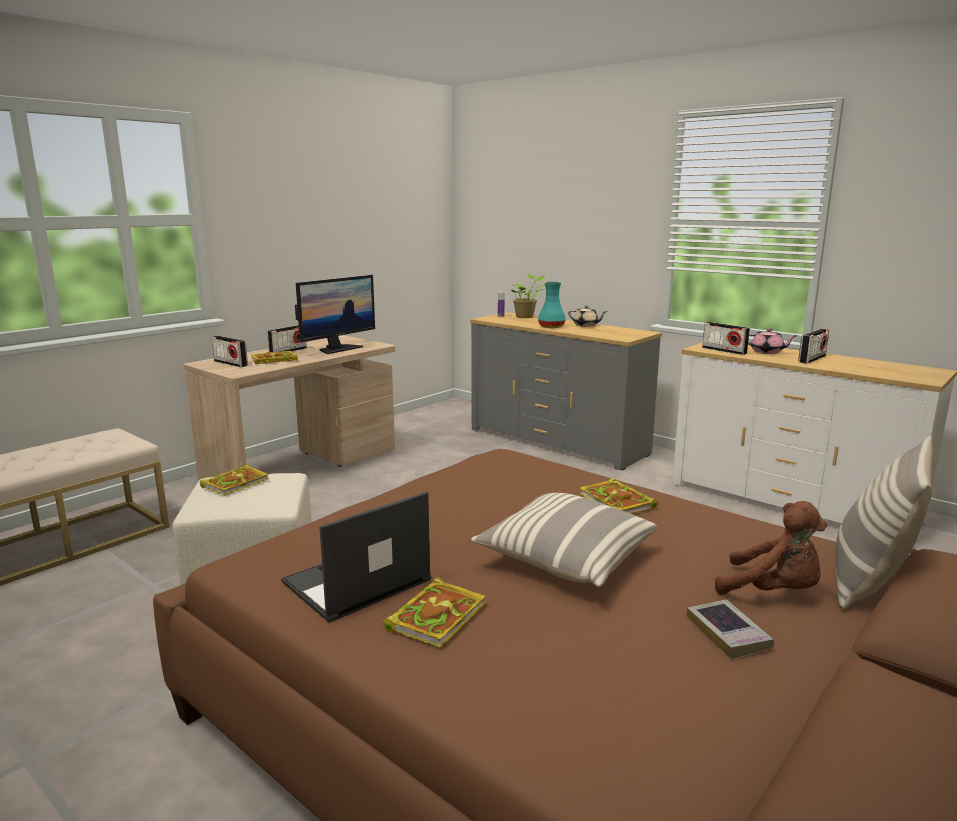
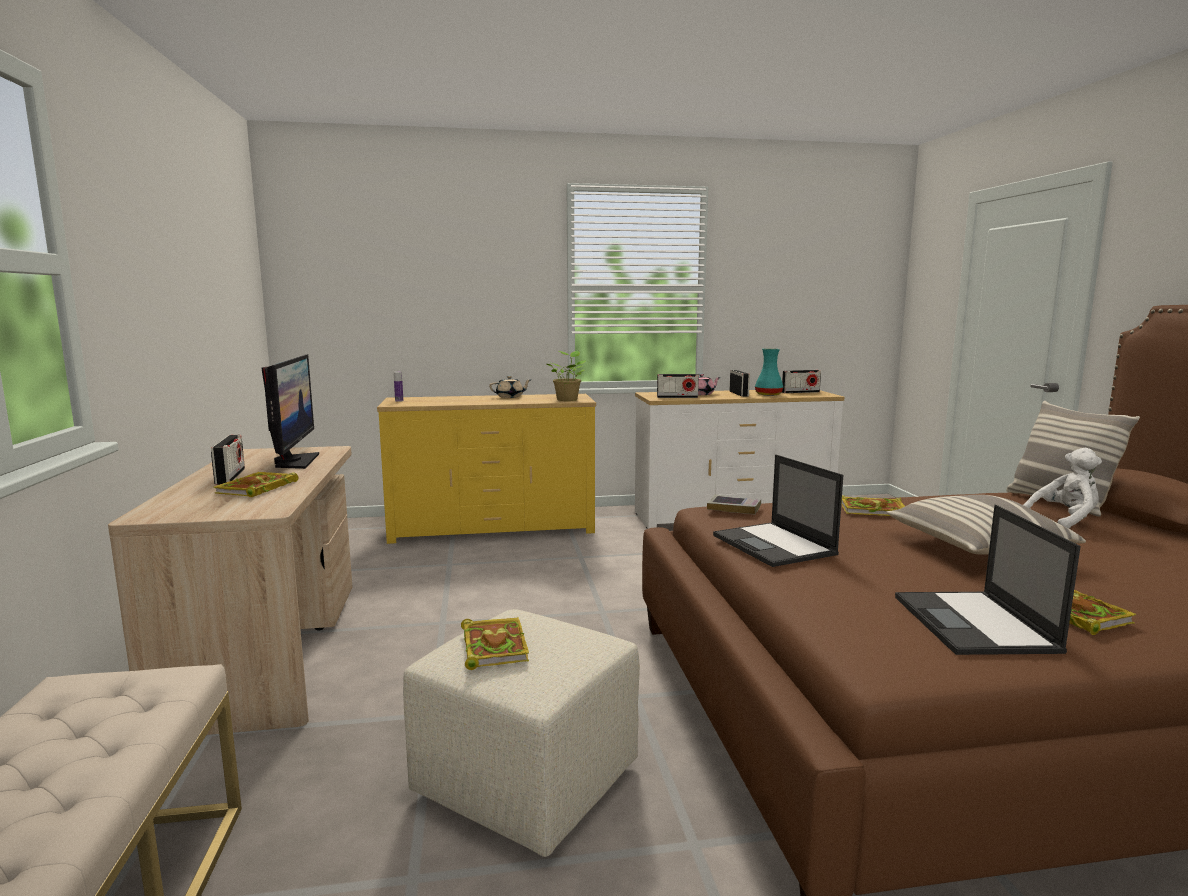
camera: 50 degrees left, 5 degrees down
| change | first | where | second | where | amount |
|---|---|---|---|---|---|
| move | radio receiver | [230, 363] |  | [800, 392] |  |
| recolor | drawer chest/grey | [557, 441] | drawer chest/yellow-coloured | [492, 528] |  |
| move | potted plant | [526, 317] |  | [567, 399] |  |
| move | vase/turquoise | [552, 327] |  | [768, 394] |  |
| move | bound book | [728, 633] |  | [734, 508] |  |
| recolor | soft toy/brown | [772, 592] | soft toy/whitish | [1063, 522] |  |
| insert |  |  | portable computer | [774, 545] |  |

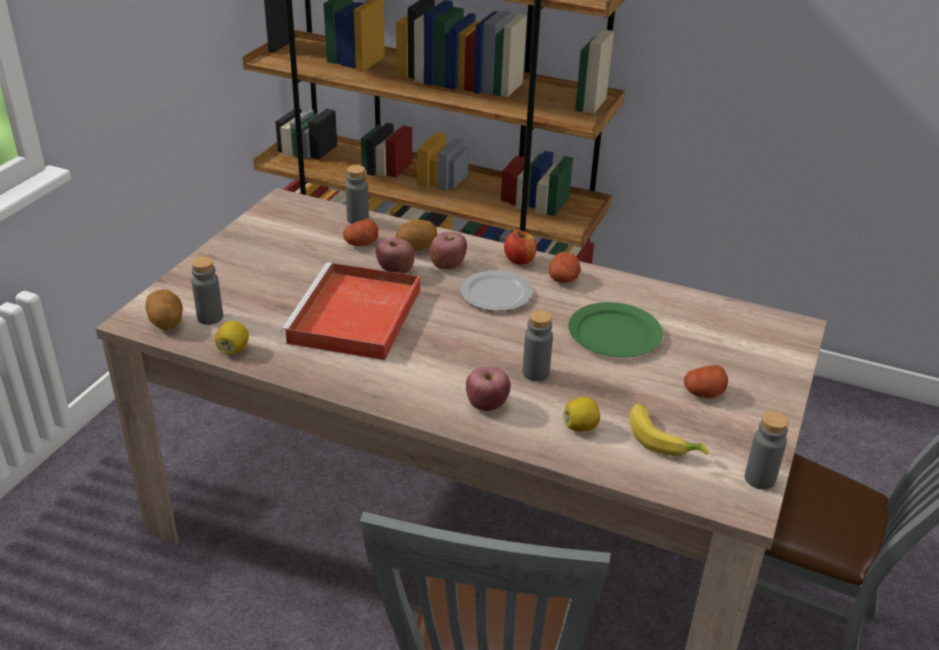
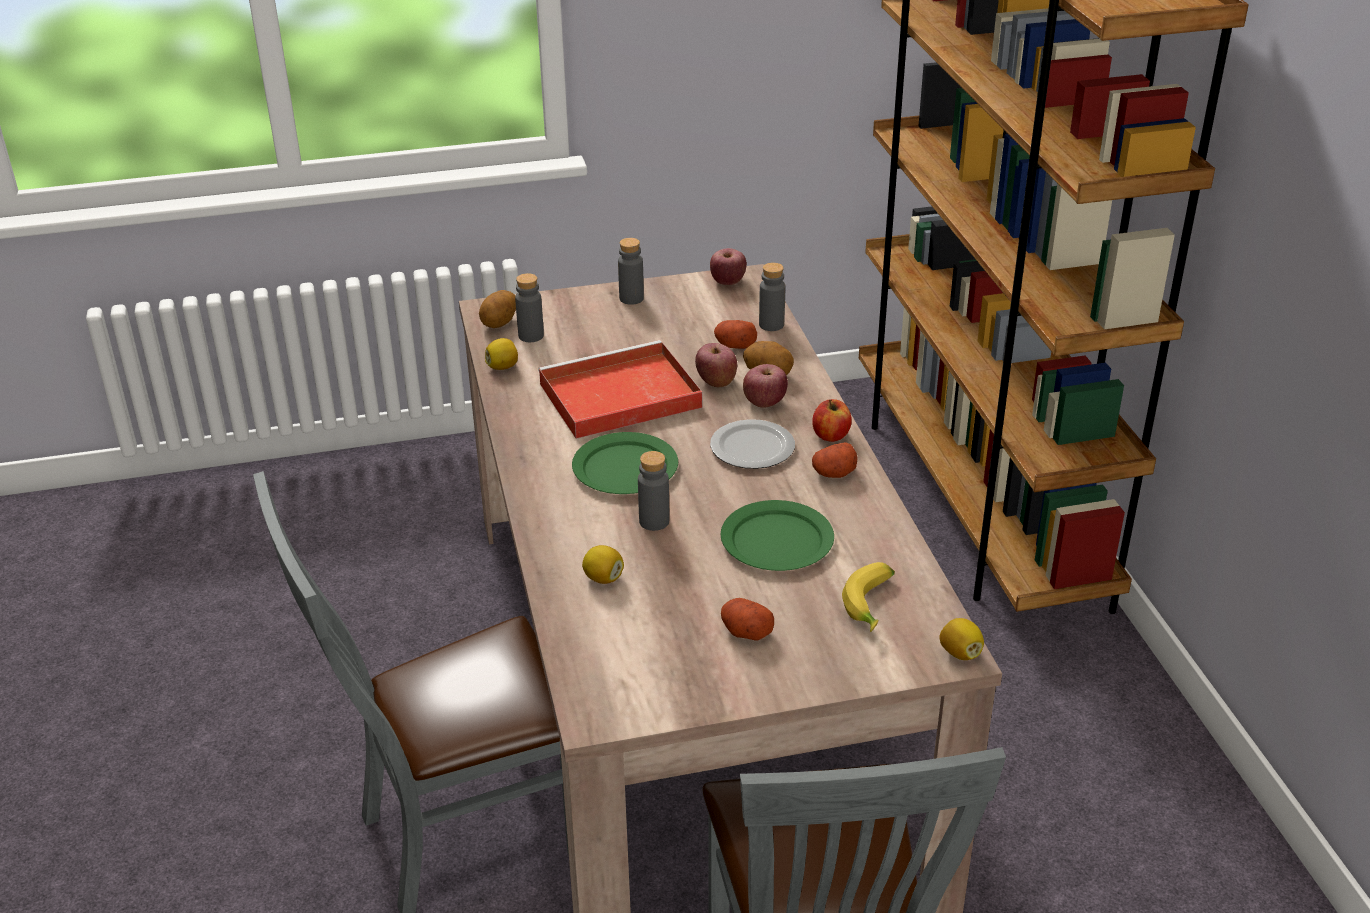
camera: 55 degrees right, 0 degrees up
| change | first | where | second | where | amount |
|---|---|---|---|---|---|
| move | whole apple | [486, 404] |  | [728, 282] |  |
| move | banana | [663, 438] |  | [873, 605] |  |
| move | bottle/grey | [759, 479] |  | [631, 298] |  |
| insert |  |  | dinner plate/green | [626, 468] |  |
| insert |  |  | lemon | [960, 653] |  |

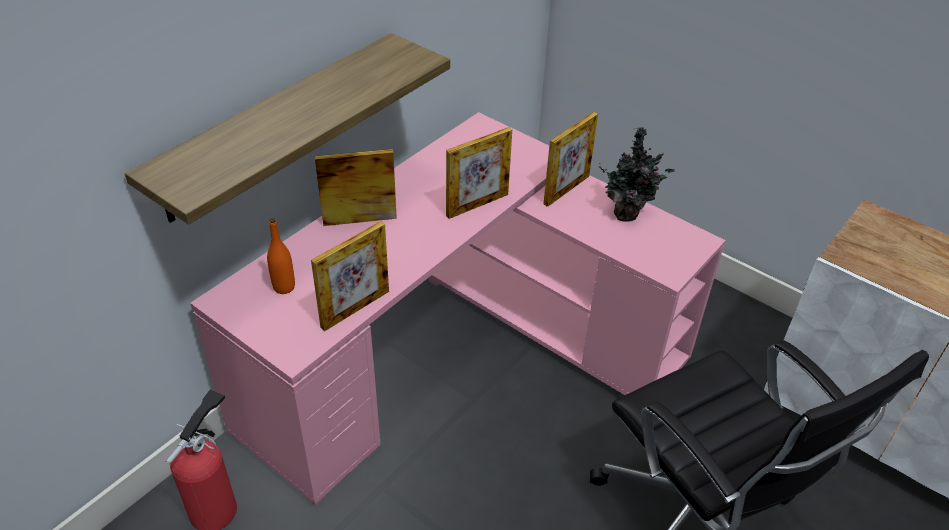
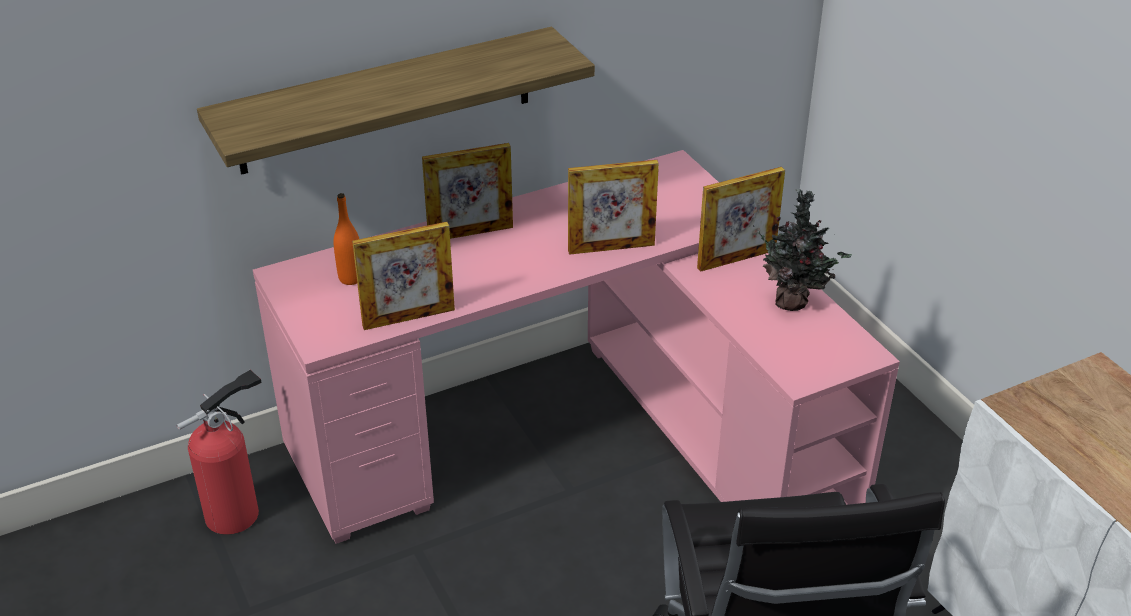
camera: 25 degrees right, 5 degrees down
| change | first | where | second | where | amount |
|---|---|---|---|---|---|
| rotate | photo frame | [359, 220] |  | [470, 233] | 150 degrees clockwise |

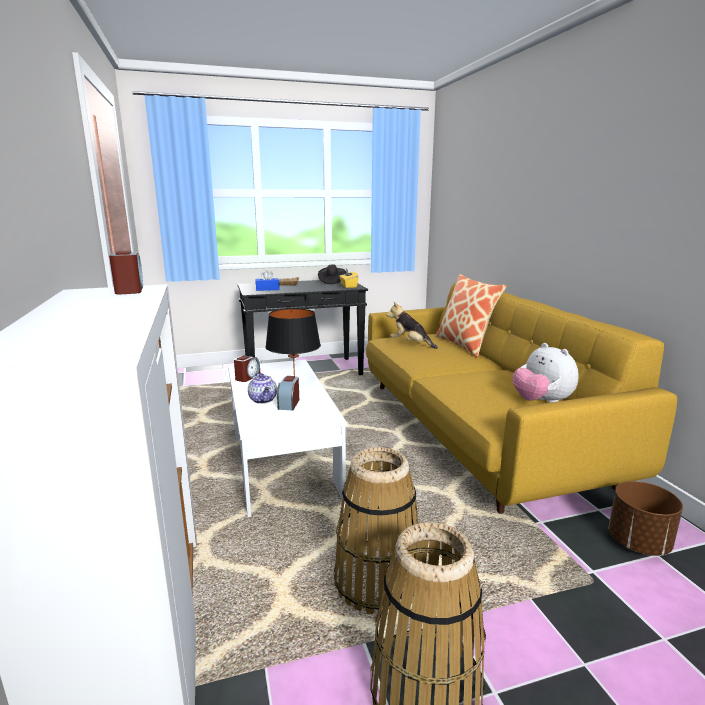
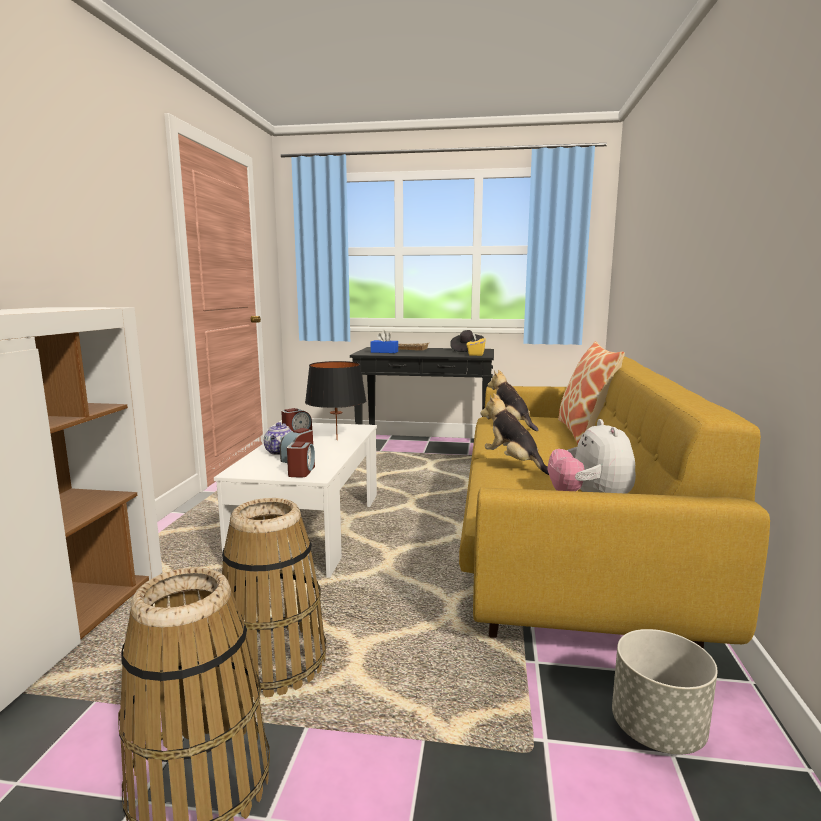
camera: 25 degrees right, 5 degrees down
| change | first | where | second | where | amount |
|---|---|---|---|---|---|
| move | alarm clock | [129, 290] |  | [301, 471] |  |
| recolor | planter/brown | [637, 543] | planter/grey | [656, 729] |  |
| insert |  |  | soft toy | [514, 463] |  |

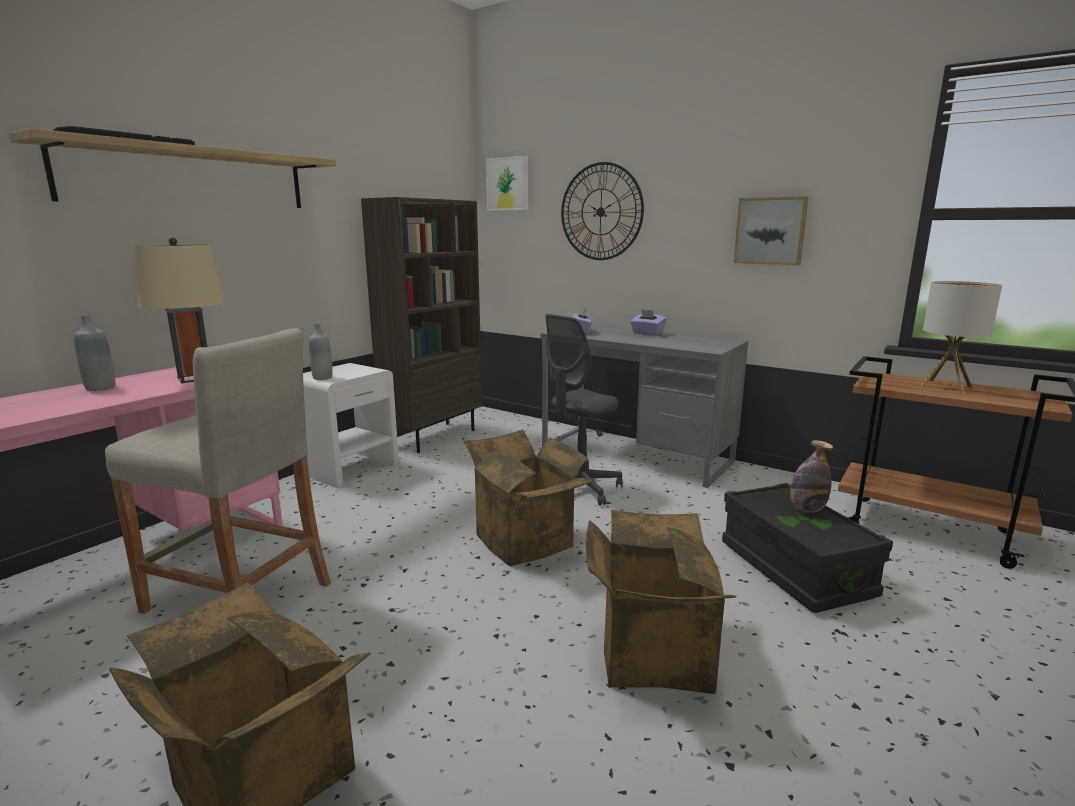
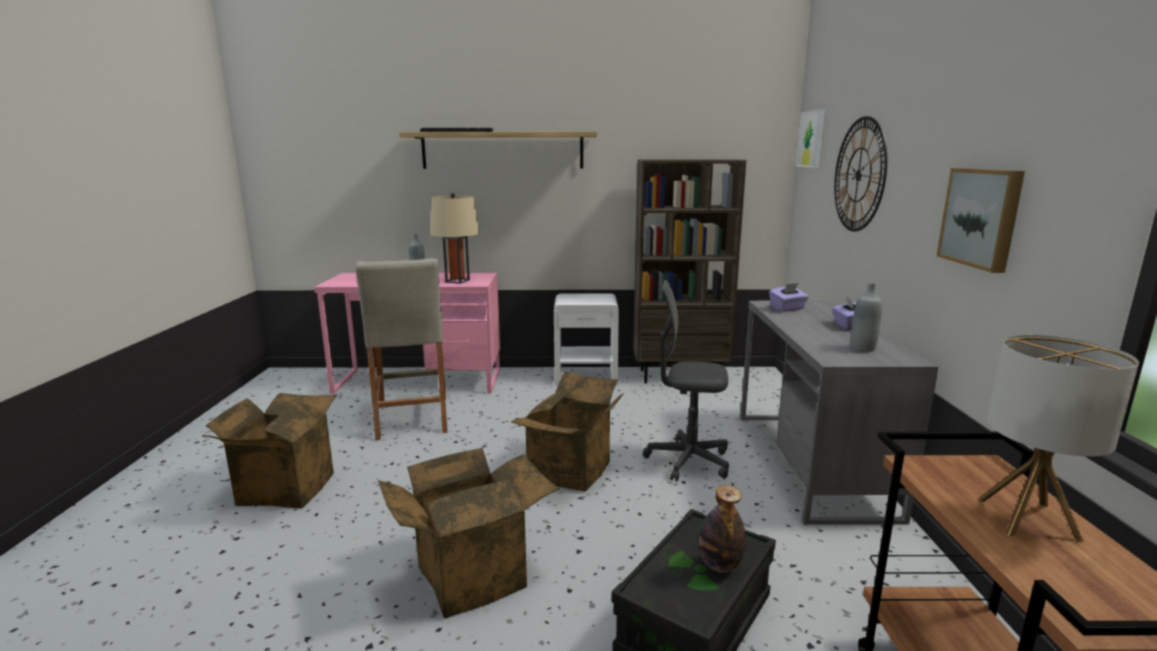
camera: 55 degrees right, 0 degrees up
| change | first | where | second | where | amount |
|---|---|---|---|---|---|
| move | bottle/grey | [322, 378] |  | [863, 348] |  |

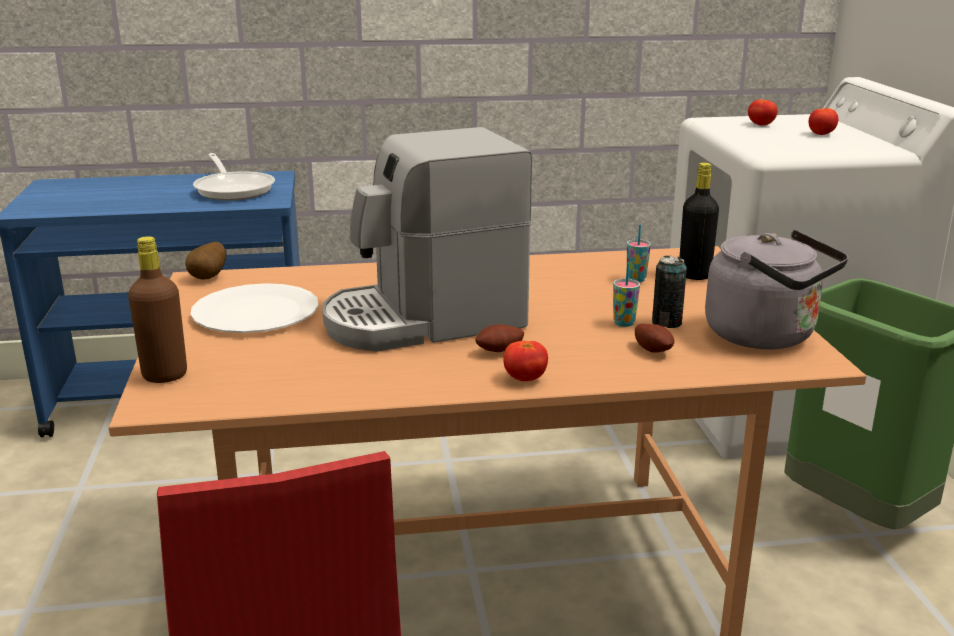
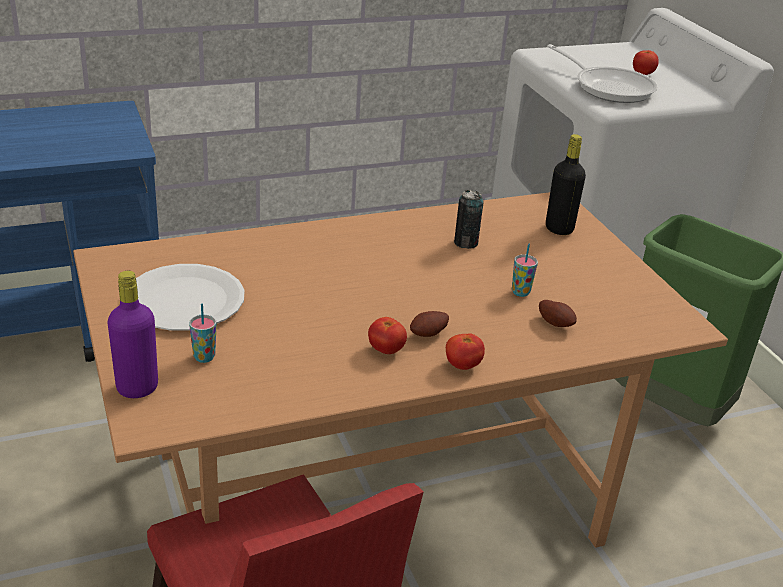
camera: 15 degrees left, 10 degrees up
| change | first | where | second | where | amount |
|---|---|---|---|---|---|
| recolor | bottle/brown | [165, 375] | bottle/purplish | [137, 388] |  |
| delete | potato | [209, 277] |  |  |  |
| move | pan | [234, 189] |  | [609, 87] |  |
| delete | coffee brewer | [424, 320] |  |  |  |
| move | small cup | [636, 279] |  | [204, 357] |  |
| move | can | [666, 323] |  | [466, 243] |  |
| delete | tea kettle/grey | [766, 336] |  |  |  |
| move | whole tomato | [761, 125] |  | [386, 350] |  |

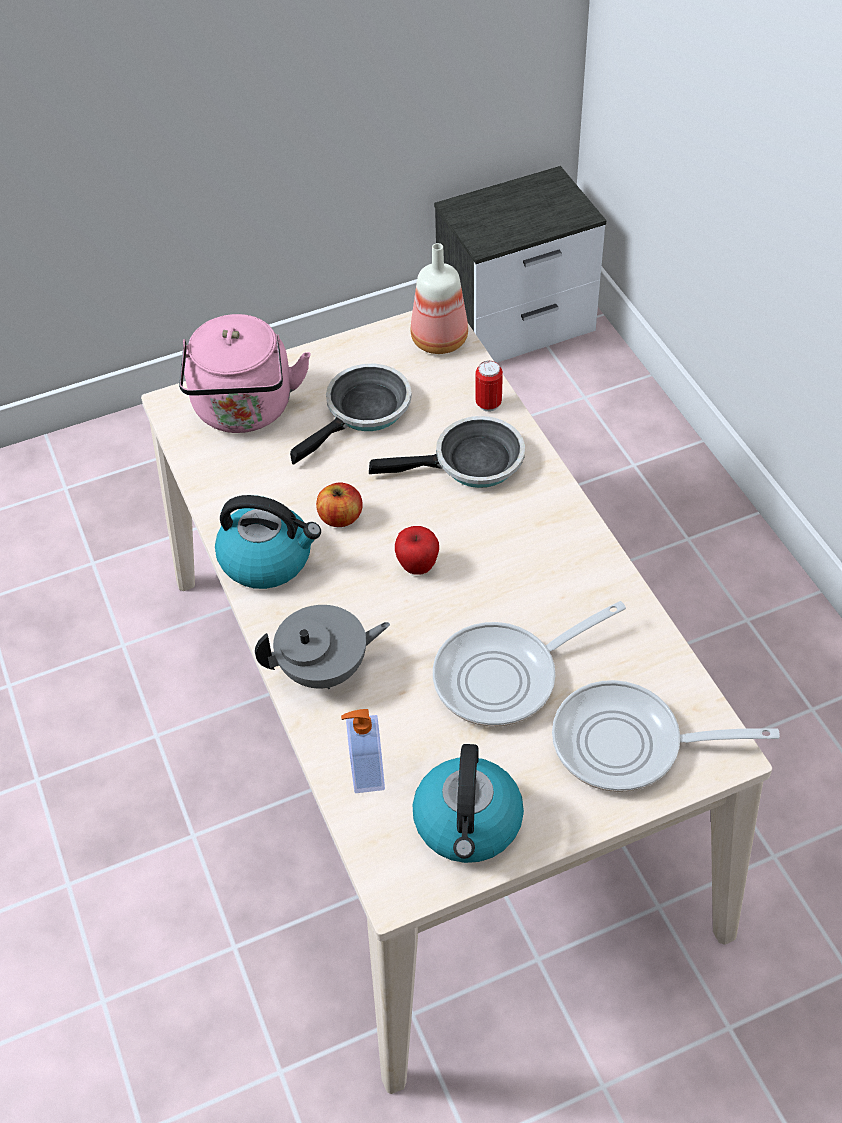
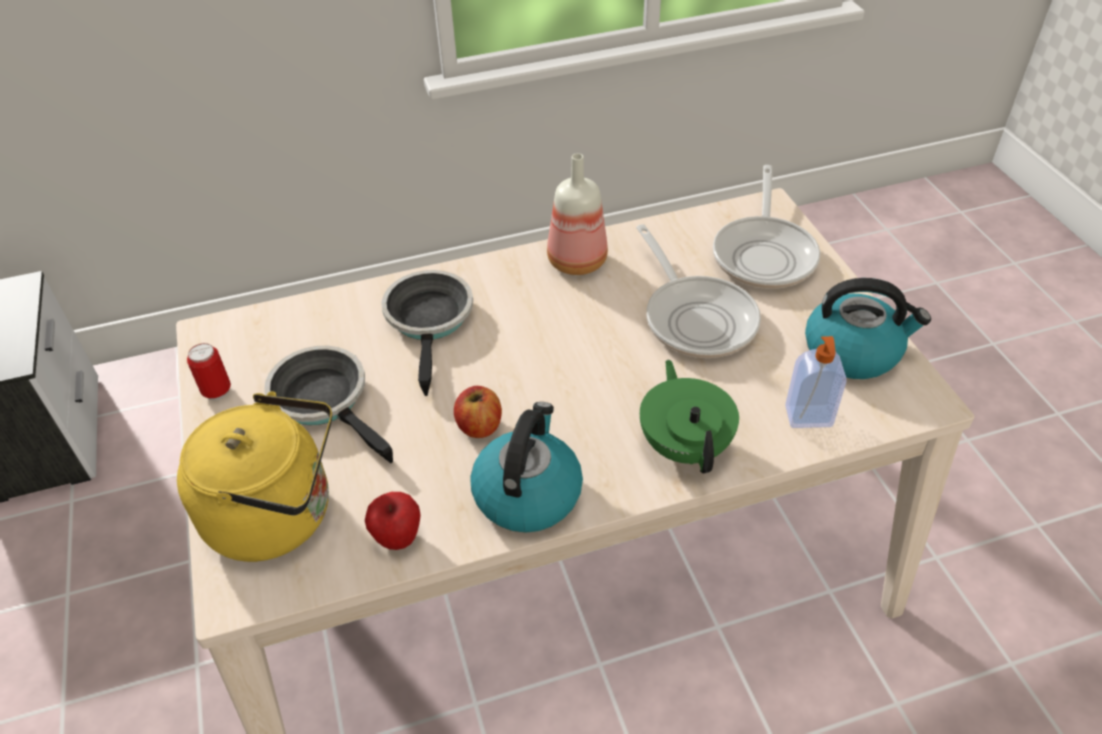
camera: 85 degrees left, 5 degrees down
| change | first | where | second | where | amount |
|---|---|---|---|---|---|
| recolor | tea kettle/pinkish | [244, 411] | tea kettle/yellow-coloured | [279, 514] |  |
| recolor | teapot/grey | [325, 670] | teapot/green | [685, 445] |  |
| move | whole apple | [417, 566] |  | [398, 538] |  |
| move | bottle | [437, 339] |  | [576, 262] |  |
| move | can | [488, 404] |  | [217, 391] |  |

